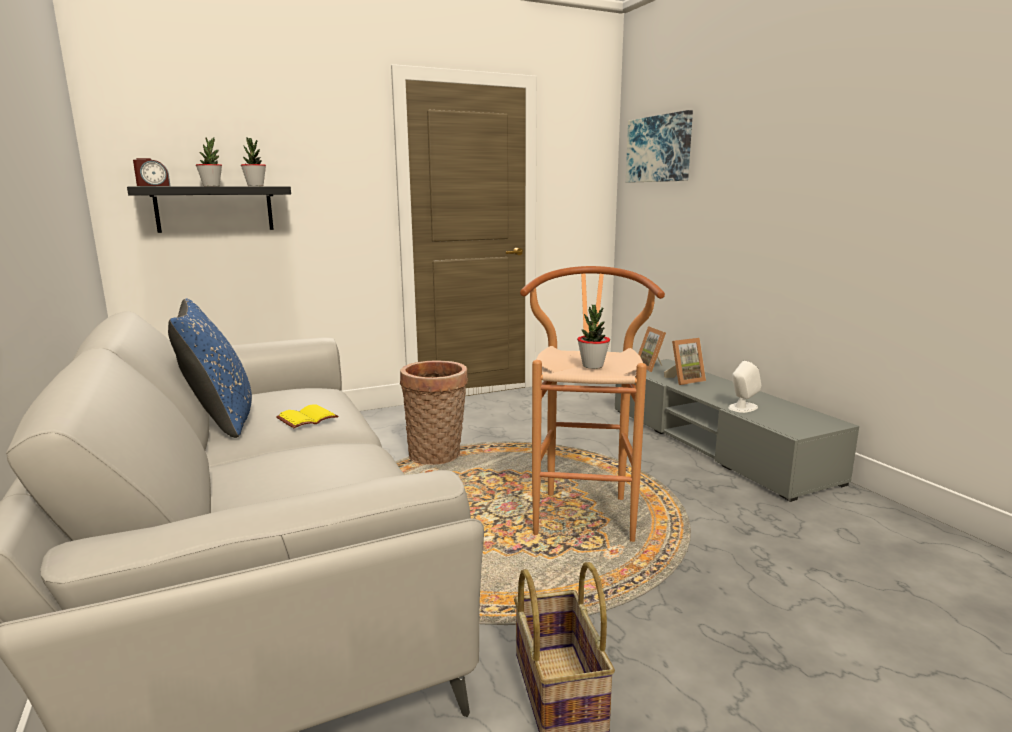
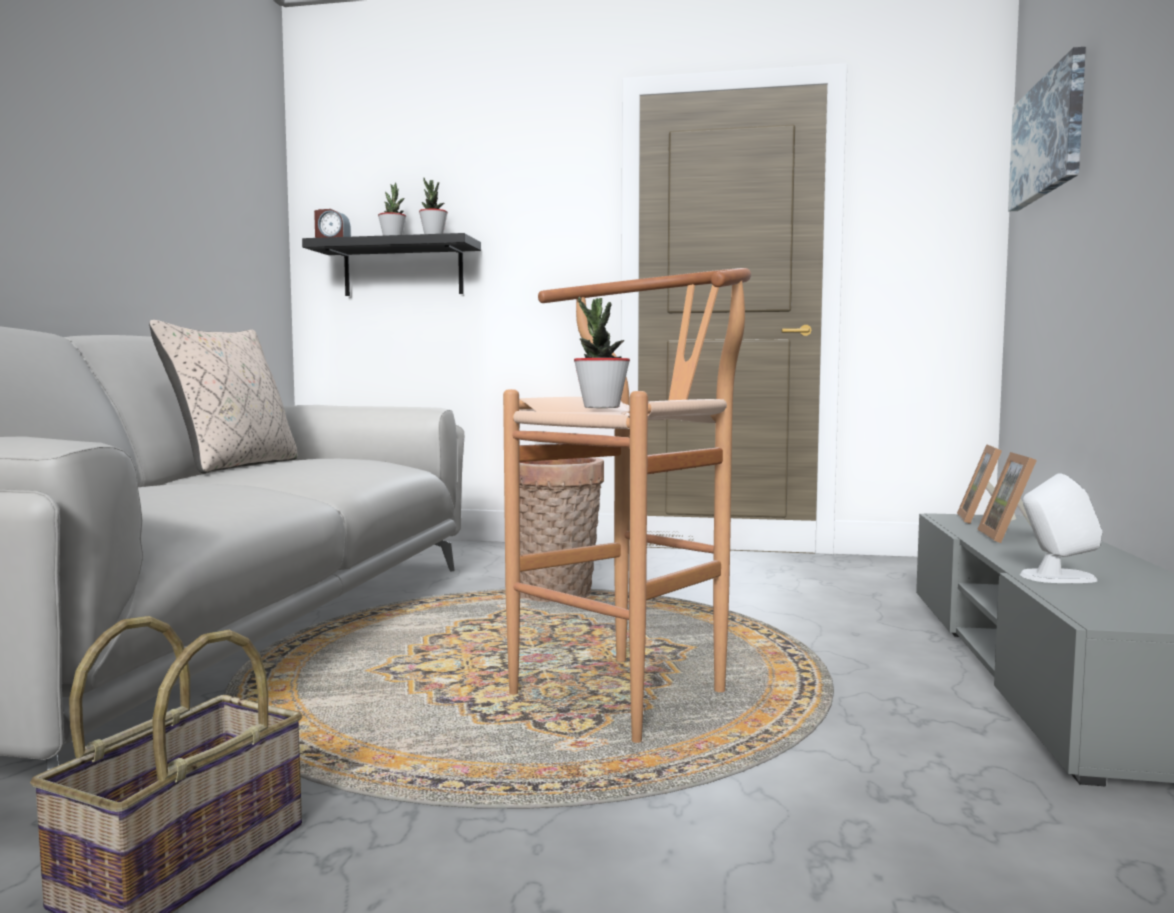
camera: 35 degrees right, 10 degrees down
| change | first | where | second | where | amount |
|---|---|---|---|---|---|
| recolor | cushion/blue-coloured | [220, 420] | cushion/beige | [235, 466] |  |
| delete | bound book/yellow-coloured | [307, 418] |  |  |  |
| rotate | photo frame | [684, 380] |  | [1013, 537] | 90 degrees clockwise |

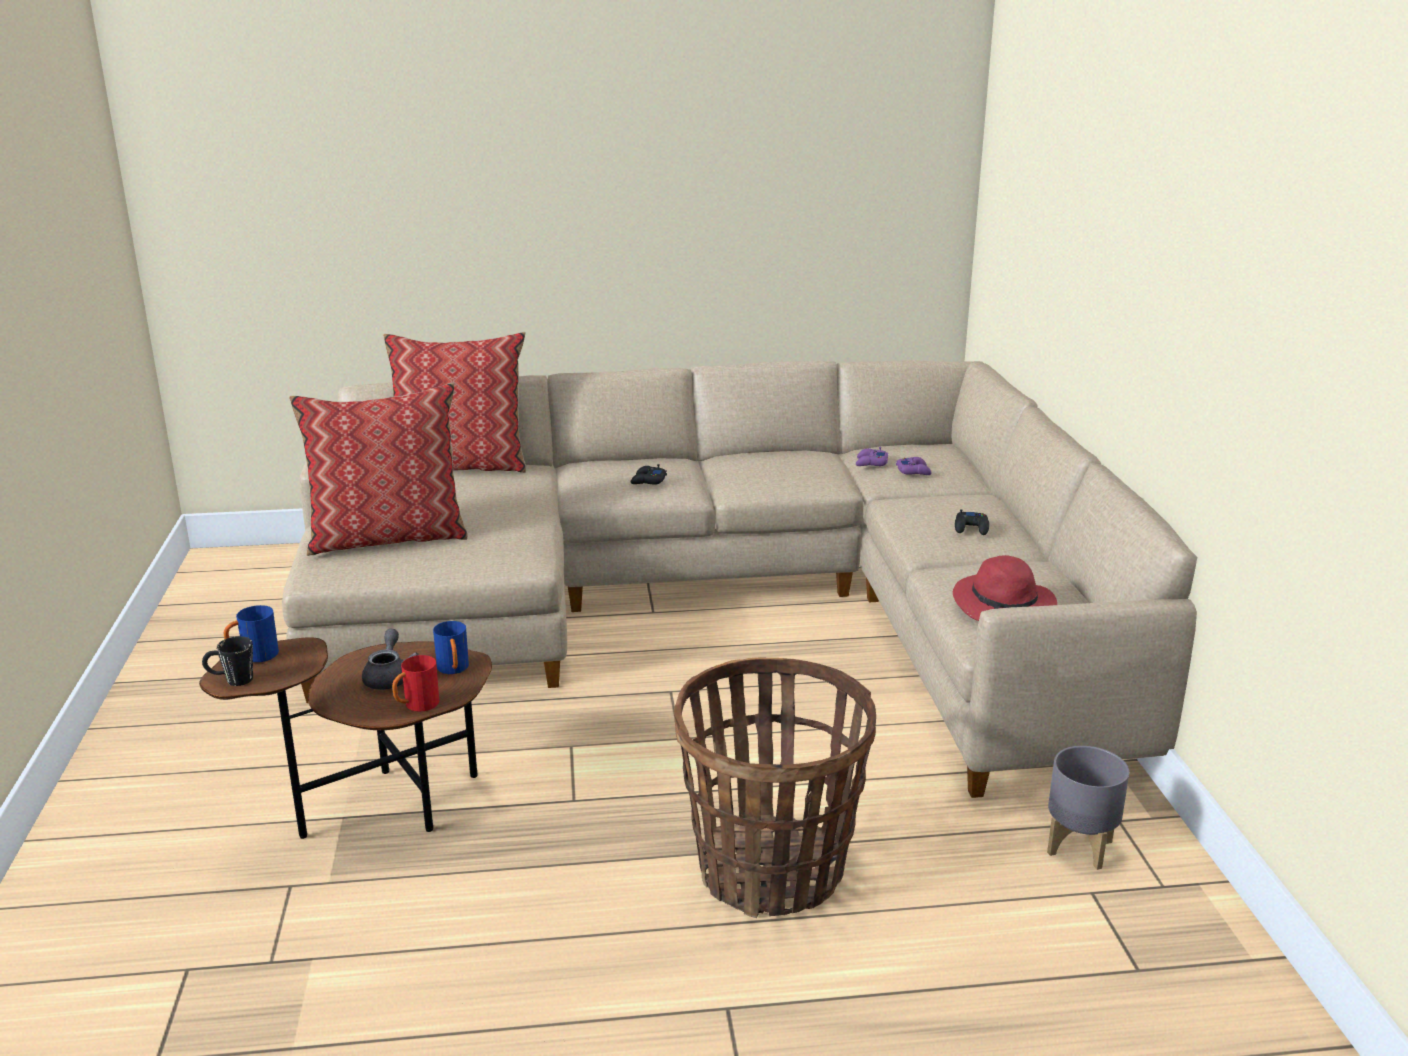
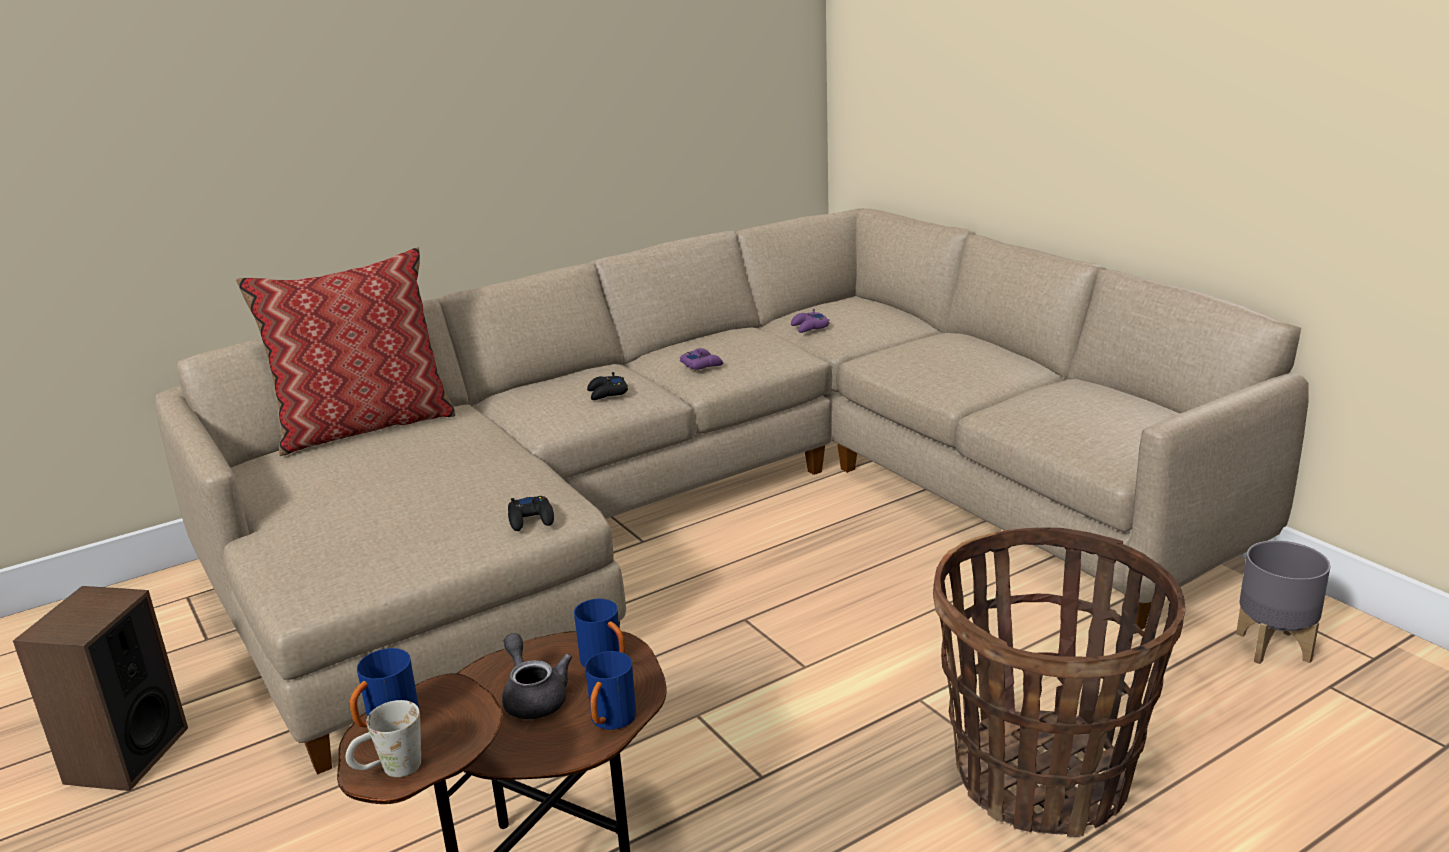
camera: 25 degrees left, 0 degrees up
| change | first | where | second | where | amount |
|---|---|---|---|---|---|
| recolor | mug/black | [231, 680] | mug/whitish | [390, 770] |  |
| delete | cushion | [388, 537] |  |  |  |
| recolor | mug/reddish | [416, 706] | mug/blue-coloured | [610, 722] |  |
| move | game controller/purplish | [913, 471] |  | [701, 364] |  |
| delete | hat/reddish | [1005, 606] |  |  |  |
| move | game controller/black | [971, 528] |  | [531, 519] |  |
| insert |  |  | audio speaker | [126, 755] |  |

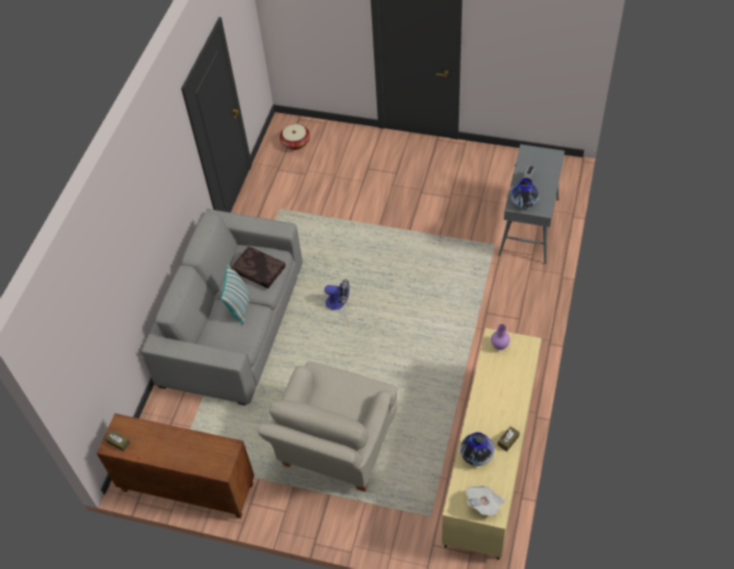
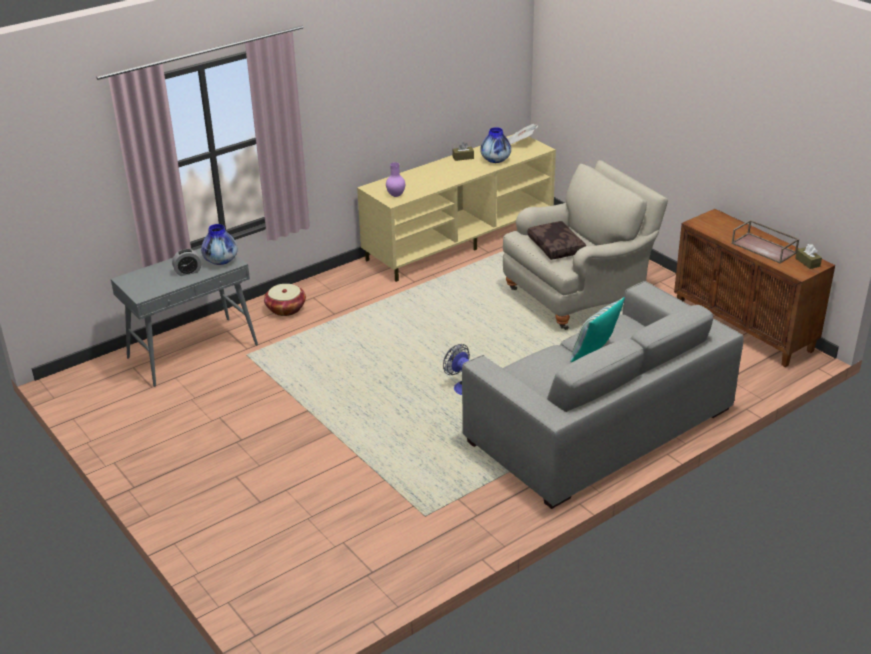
camera: 145 degrees left, 20 degrees down
| change | first | where | second | where | amount |
|---|---|---|---|---|---|
| move | cushion/brown | [258, 271] |  | [557, 247] |  |
| move | storage basket | [295, 142] |  | [286, 309] |  |
| insert |  |  | tray/brown | [764, 248] |  |

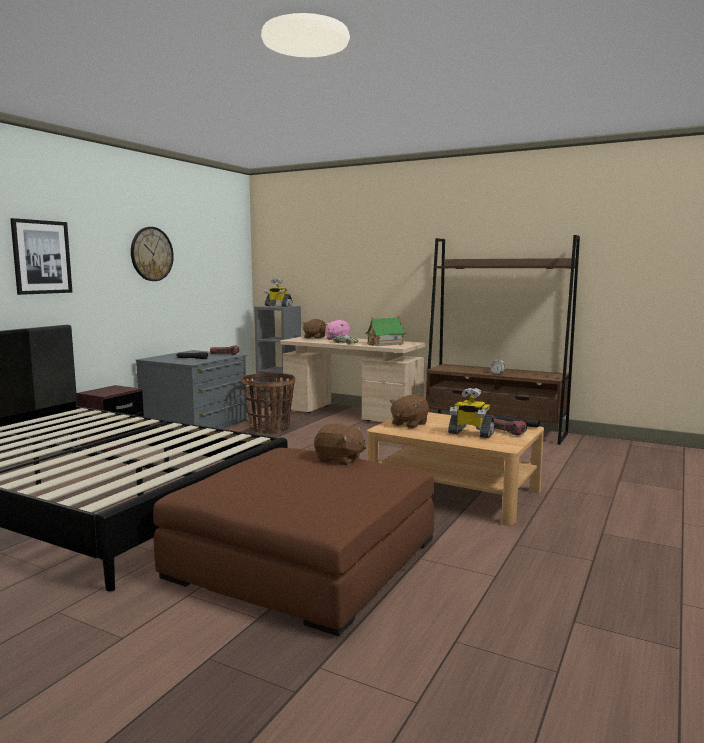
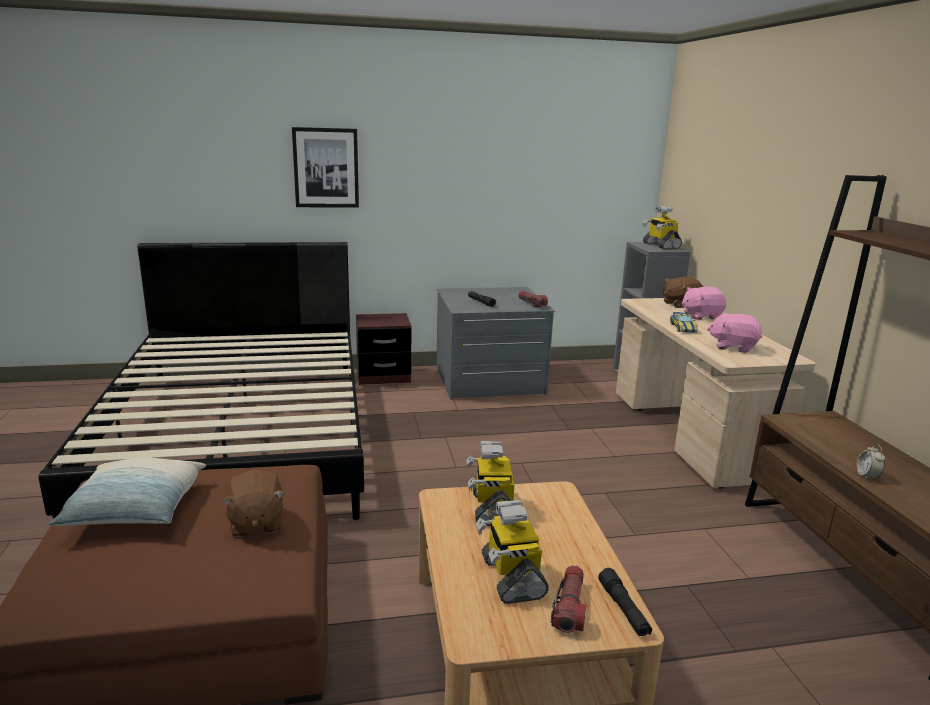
camera: 50 degrees right, 10 degrees up
| change | first | where | second | where | amount |
|---|---|---|---|---|---|
| delete | wall clock | [151, 254] |  |  |  |
| delete | storage basket | [269, 428] |  |  |  |
| replace | miniature house | [385, 344] | soft toy/pinkish | [733, 347] |  |
| replace | soft toy/brown | [409, 424] | toy robot | [492, 508] |  |
| insert |  |  | cushion | [136, 511] |  |

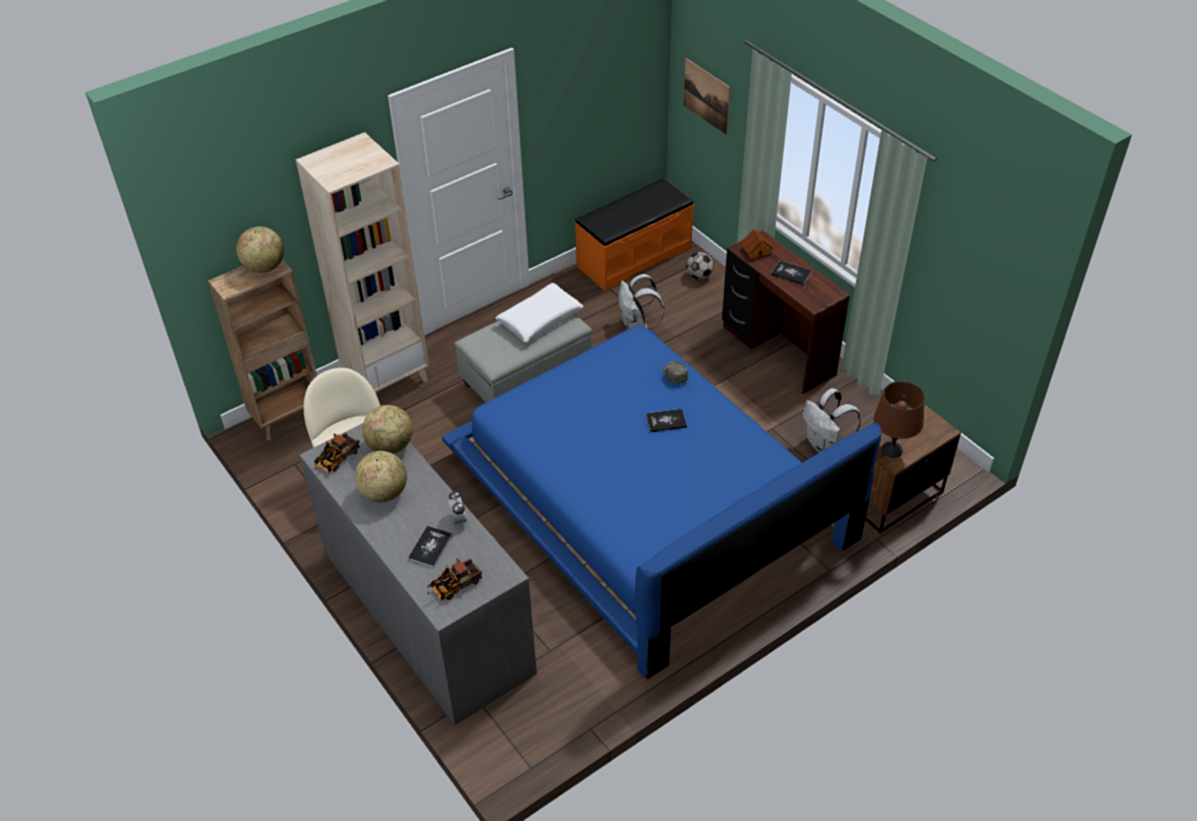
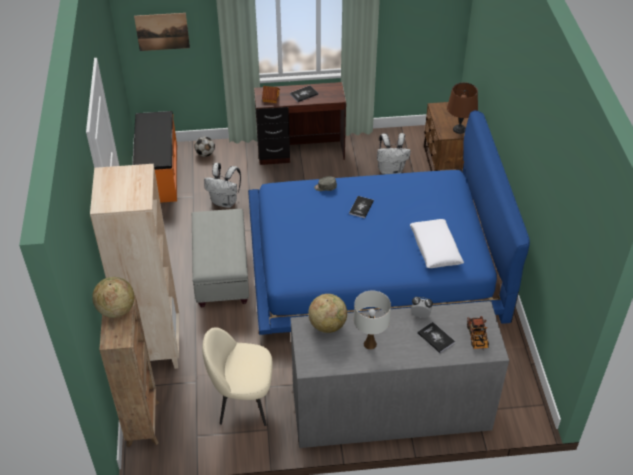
camera: 60 degrees left, 0 degrees up
| change | first | where | second | where | amount |
|---|---|---|---|---|---|
| delete | toy truck | [336, 460] |  |  |  |
| replace | desk globe | [384, 493] | tabletop lamp/whitish | [369, 344] |  |
| move | cushion/whitish | [539, 319] |  | [435, 248] |  |

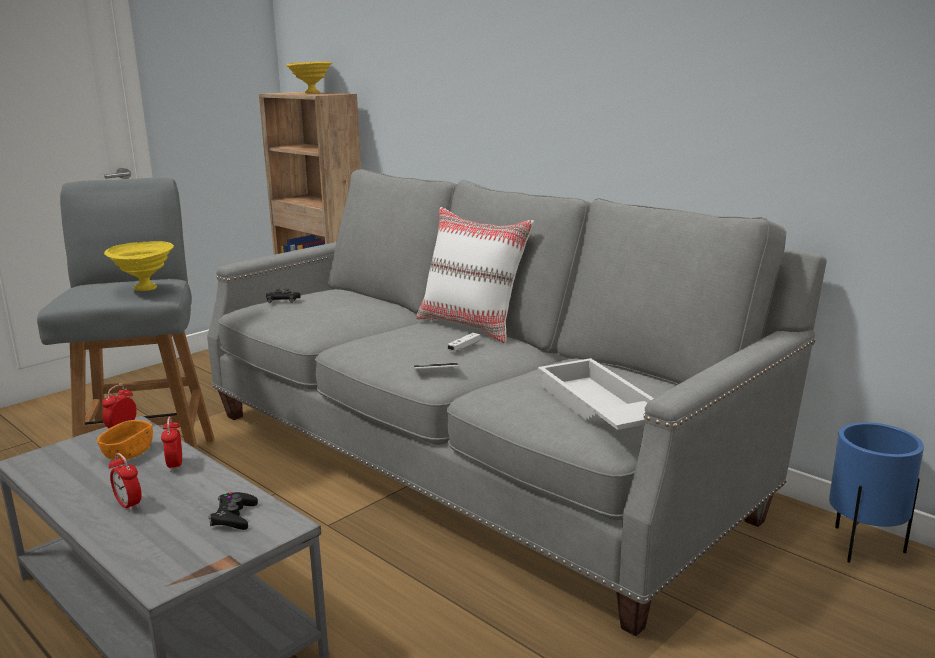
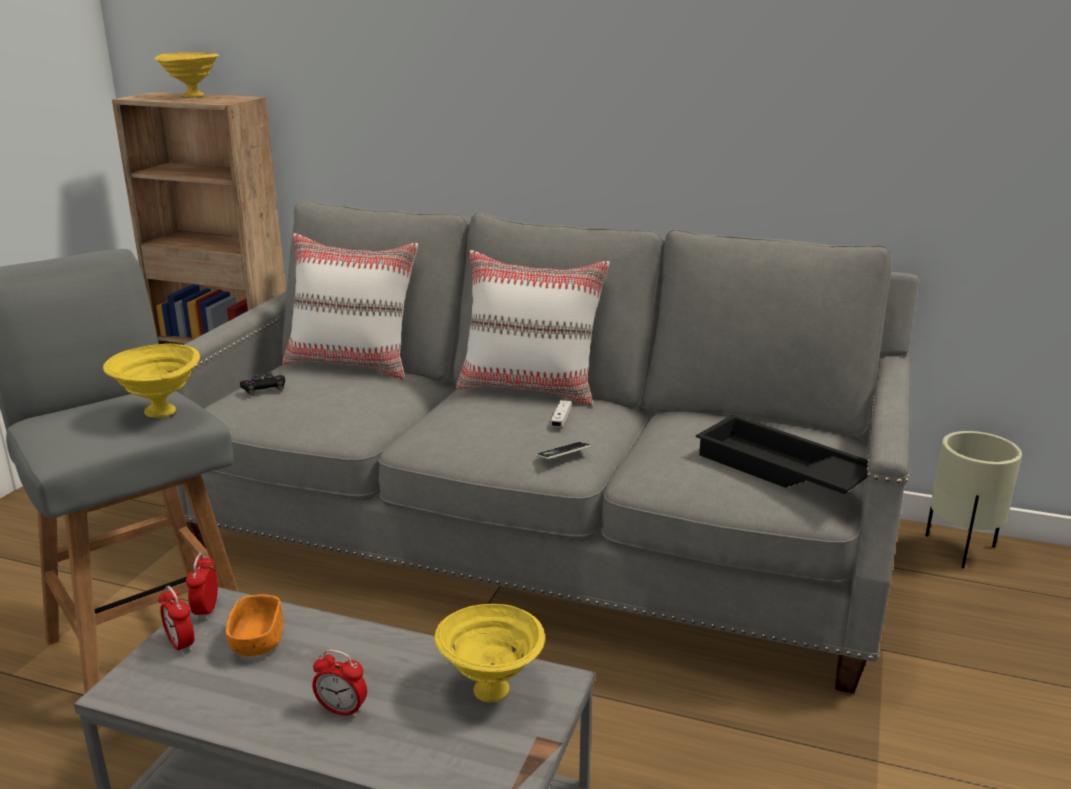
camera: 25 degrees left, 5 degrees up
| change | first | where | second | where | amount |
|---|---|---|---|---|---|
| move | alarm clock | [175, 465] |  | [180, 644] |  |
| replace | game controller/black | [234, 517] | serving bowl/yellow-coloured | [489, 689] |  |
| recolor | tray/whitish | [598, 408] | tray/black | [780, 470] |  |
| recolor | planter/blue-coloured | [863, 548] | planter/beige | [961, 550] |  |
| insert |  |  | cushion/whitish | [352, 364] |  |

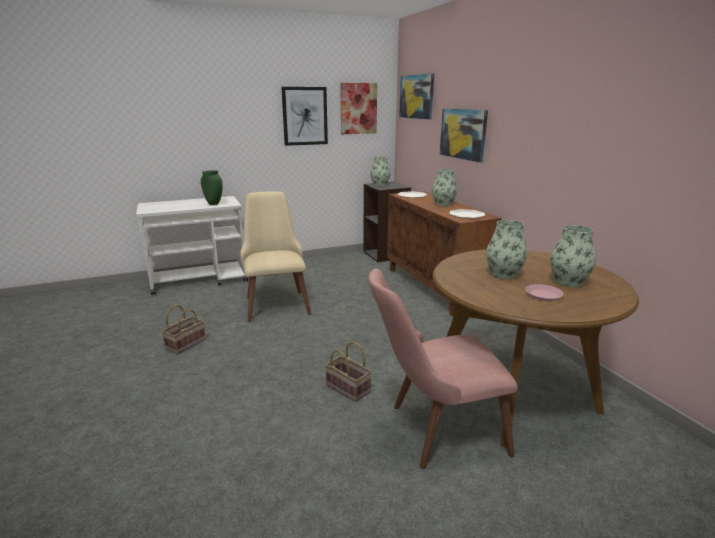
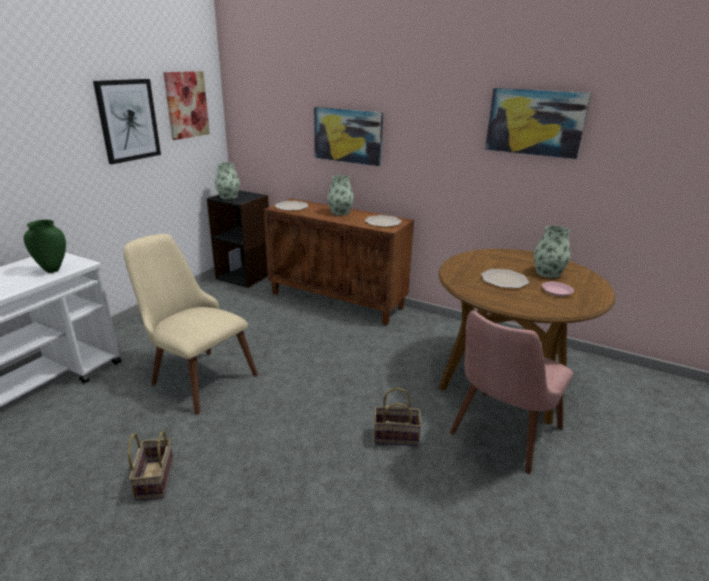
camera: 40 degrees left, 5 degrees up
| change | first | where | second | where | amount |
|---|---|---|---|---|---|
| move | picture | [417, 97] |  | [535, 122] |  |
| replace | vase | [503, 274] | dinner plate | [504, 279] |  |

